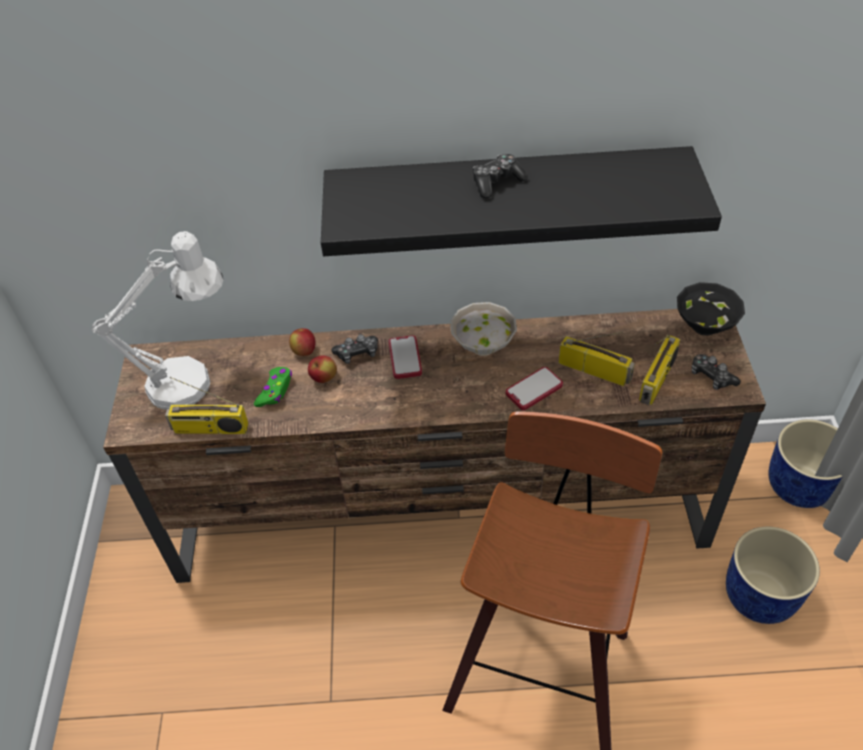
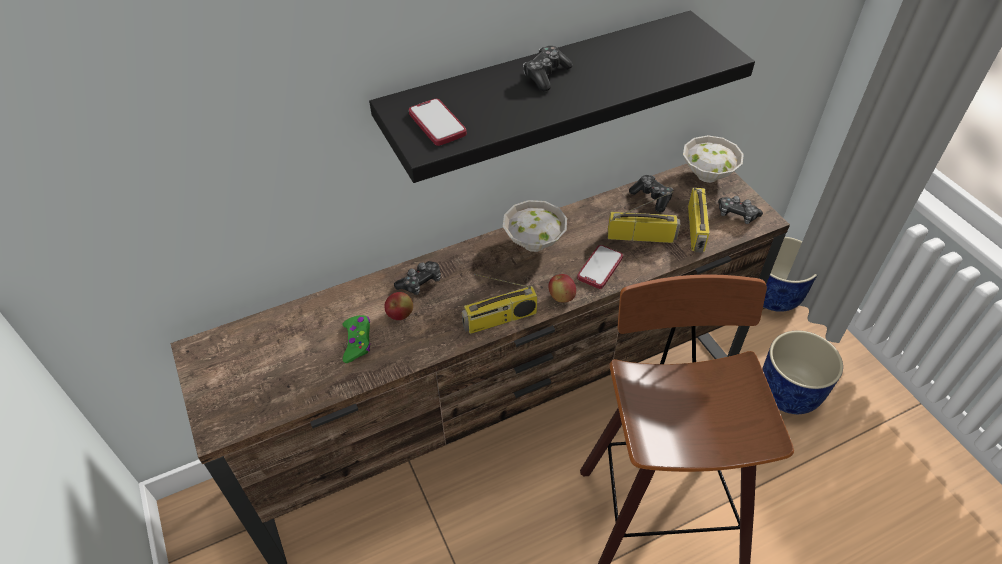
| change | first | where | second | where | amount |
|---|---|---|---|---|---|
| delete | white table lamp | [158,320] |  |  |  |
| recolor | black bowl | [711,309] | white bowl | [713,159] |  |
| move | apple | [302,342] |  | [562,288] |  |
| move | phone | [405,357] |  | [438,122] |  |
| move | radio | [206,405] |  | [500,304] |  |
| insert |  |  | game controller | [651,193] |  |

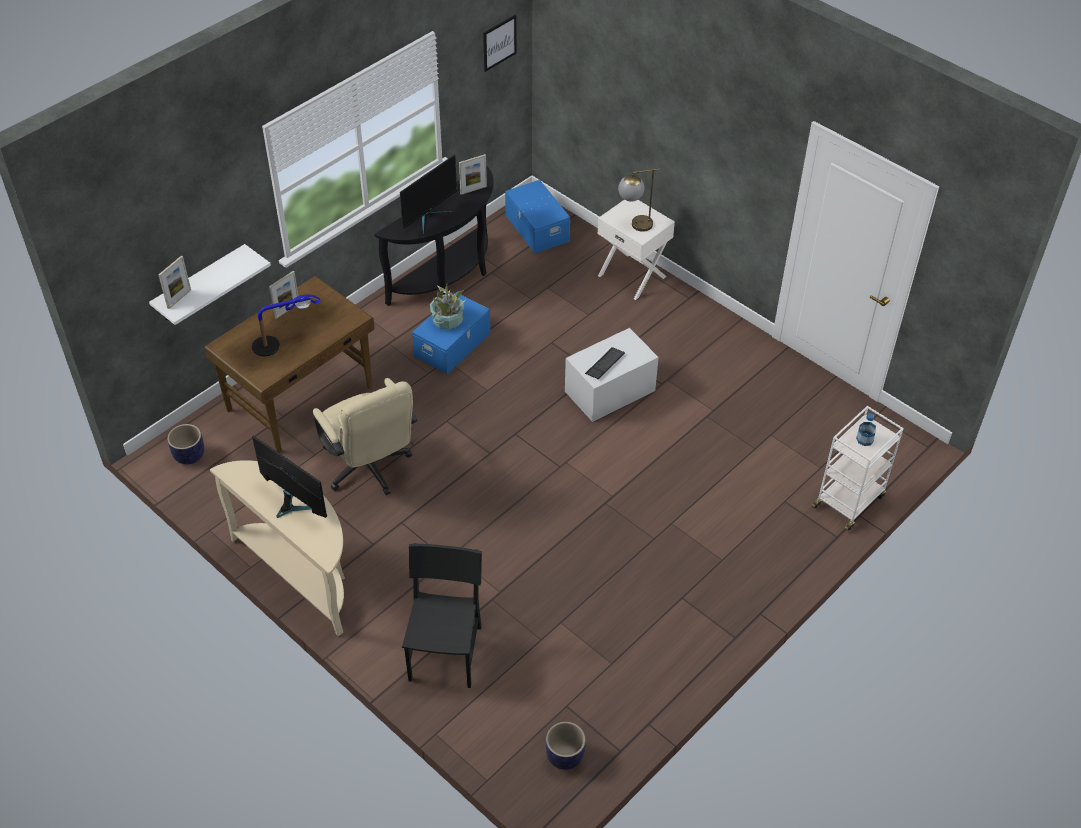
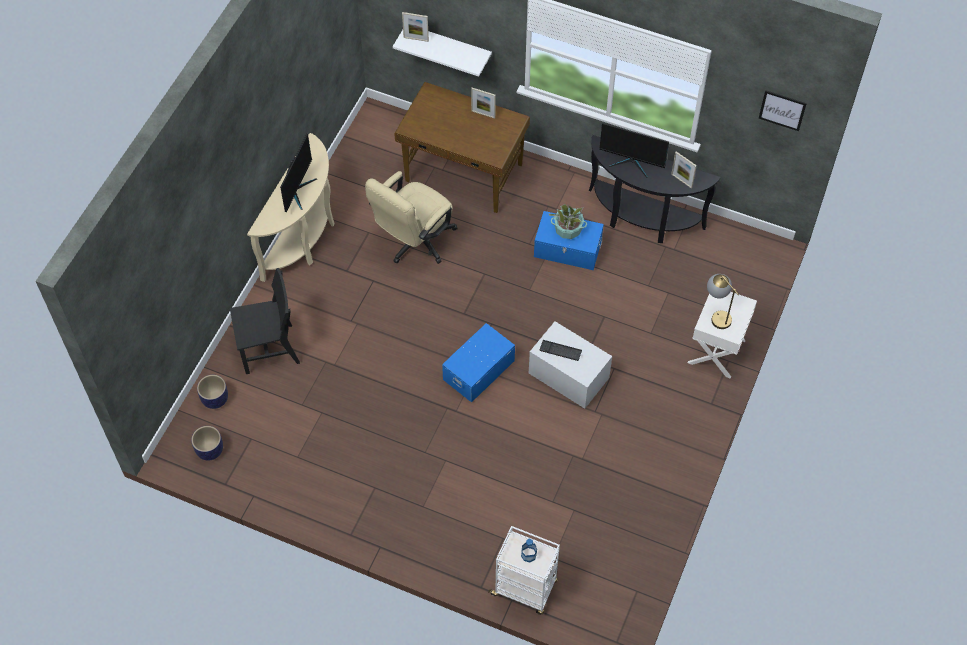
| change | first | where | second | where | amount |
|---|---|---|---|---|---|
| move | blue storage box | [537,216] |  | [478,363] |  |
| delete | table lamp | [286,325] |  |  |  |
| move | planter | [185,444] |  | [212,392] |  |

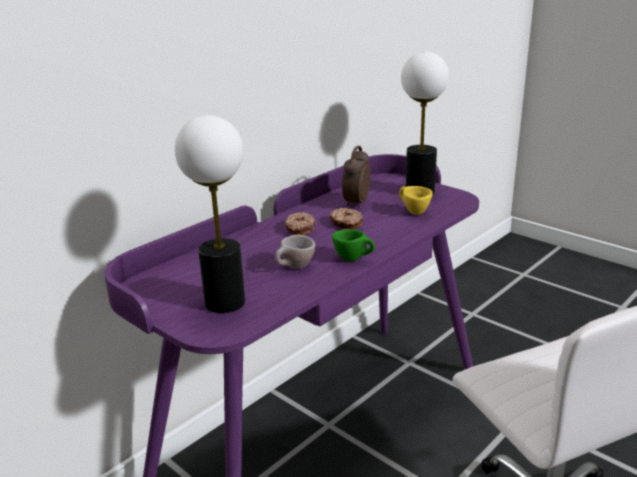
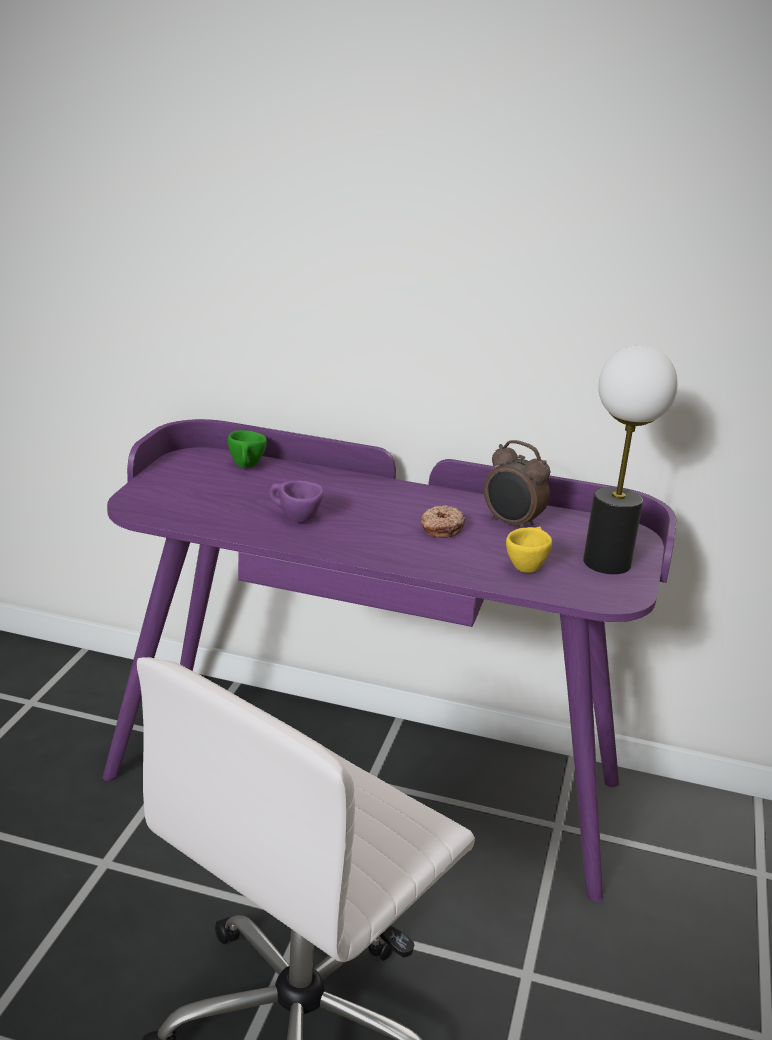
| change | first | where | second | where | amount |
|---|---|---|---|---|---|
| delete | table lamp | [210,214] |  |  |  |
| rotate | alarm clock | [356,177] |  | [517,484] | 135 degrees counterclockwise |
| delete | donut | [300,223] |  |  |  |
| move | green cup | [353,245] |  | [247,449] |  |
| recolor | beige cup | [295,252] | purple cup | [296,501] |  |

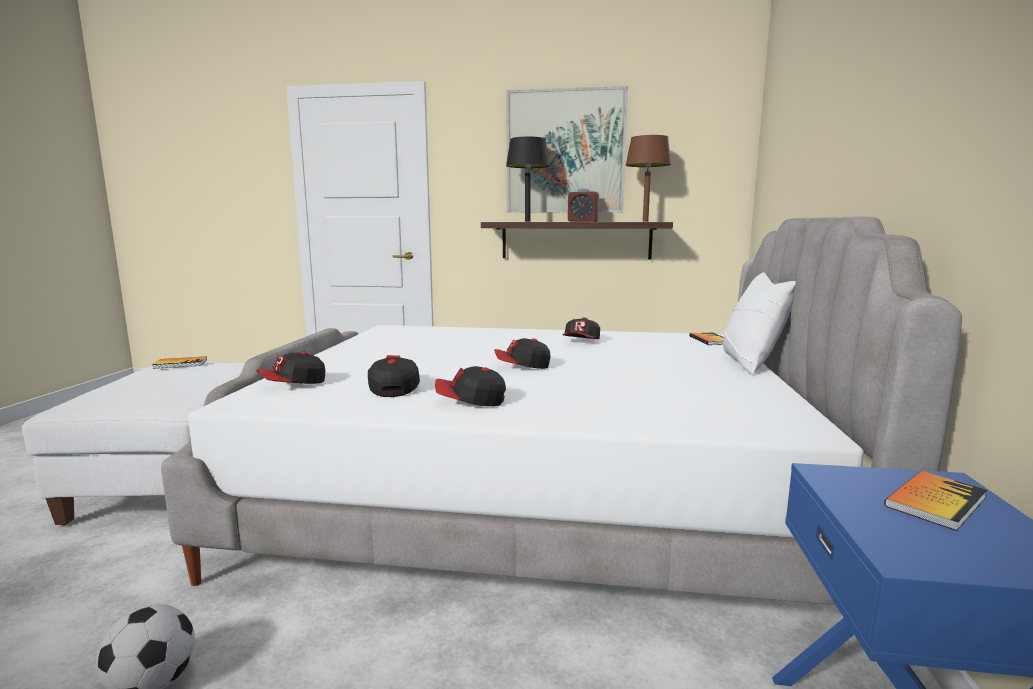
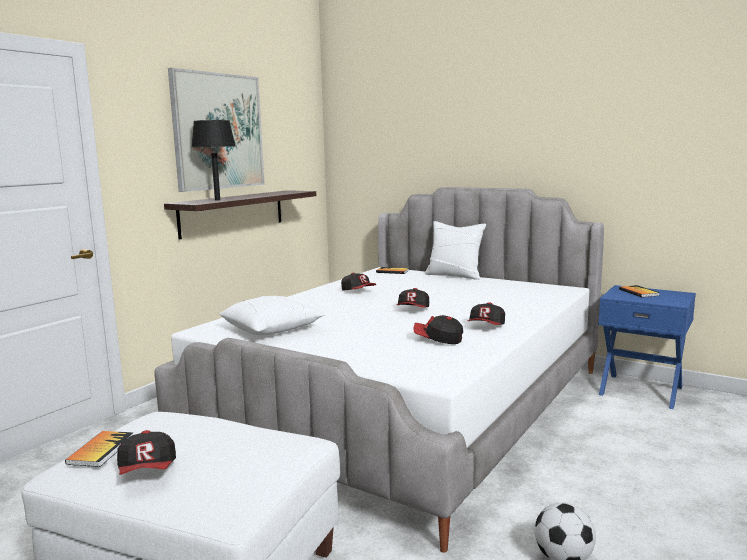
| change | first | where | second | where | amount |
|---|---|---|---|---|---|
| delete | brown table lamp | [648,178] |  |  |  |
| delete | alarm clock | [583,205] |  |  |  |
| move | cap | [290,368] |  | [146,452] |  |
| insert |  |  | white pillow | [272,316] |  |

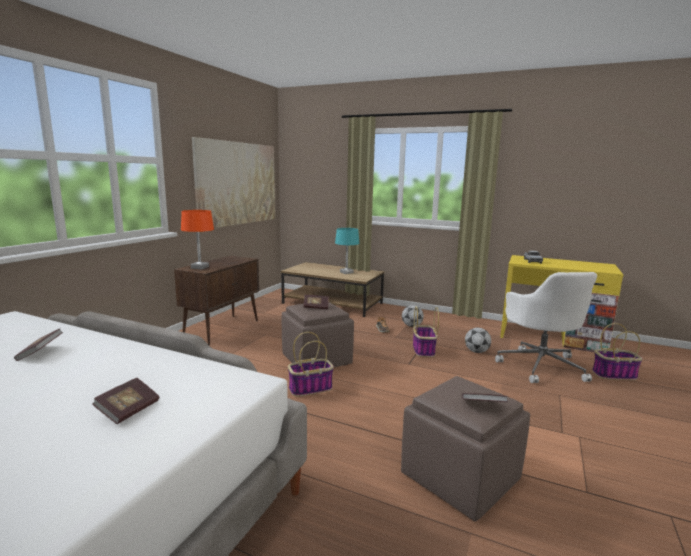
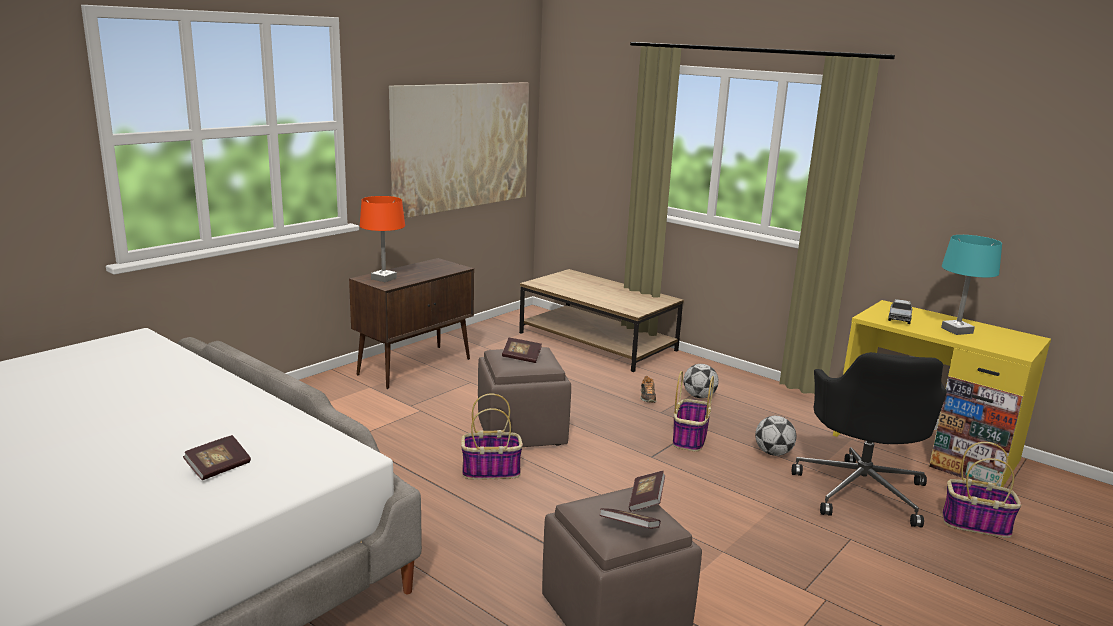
| change | first | where | second | where | amount |
|---|---|---|---|---|---|
| move | turquoise table lamp | [347,251] |  | [971,285] |  |
| recolor | white office chair | [546,327] | black office chair | [869,440] |  |
| move | book | [38,344] |  | [647,491] |  |

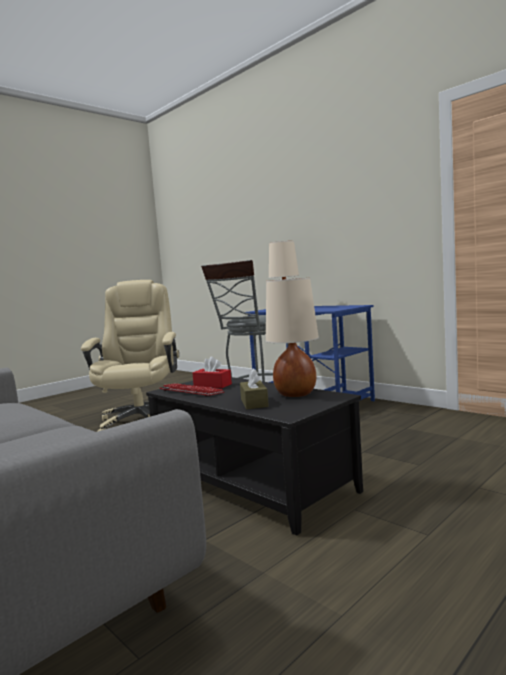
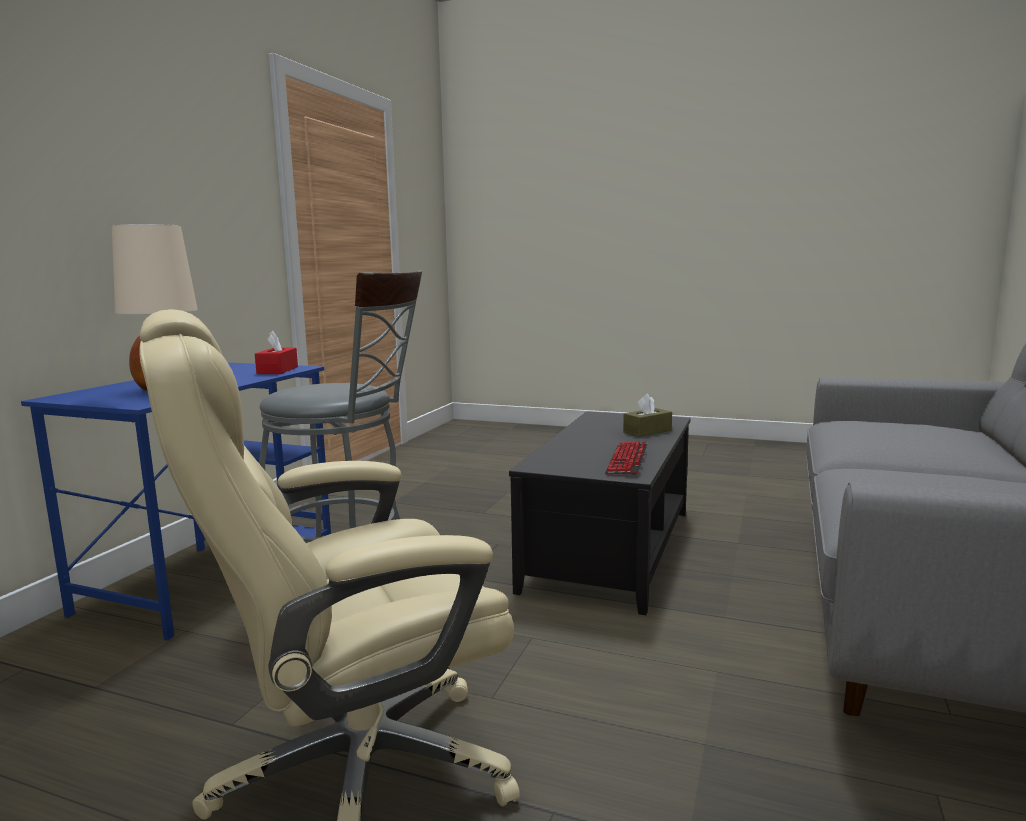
| change | first | where | second | where | amount |
|---|---|---|---|---|---|
| delete | beige table lamp | [292,337] |  |  |  |
| move | red tissue box | [212,372] |  | [276,352] |  |

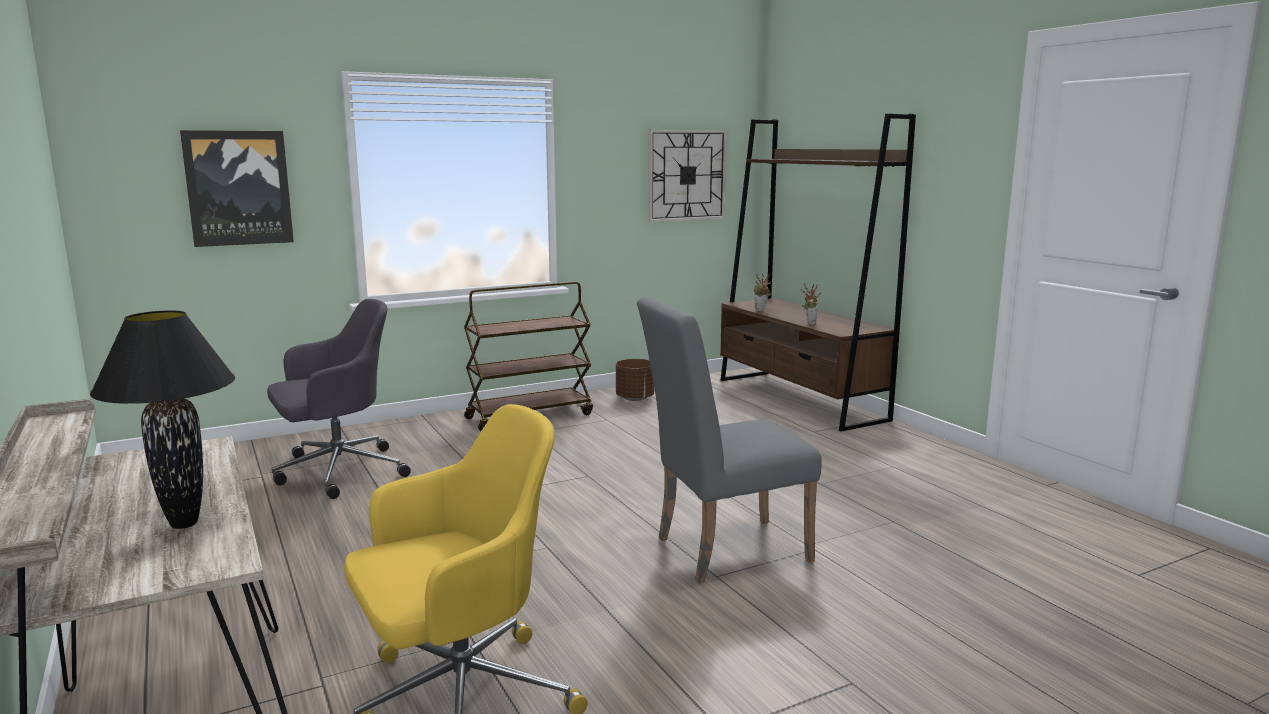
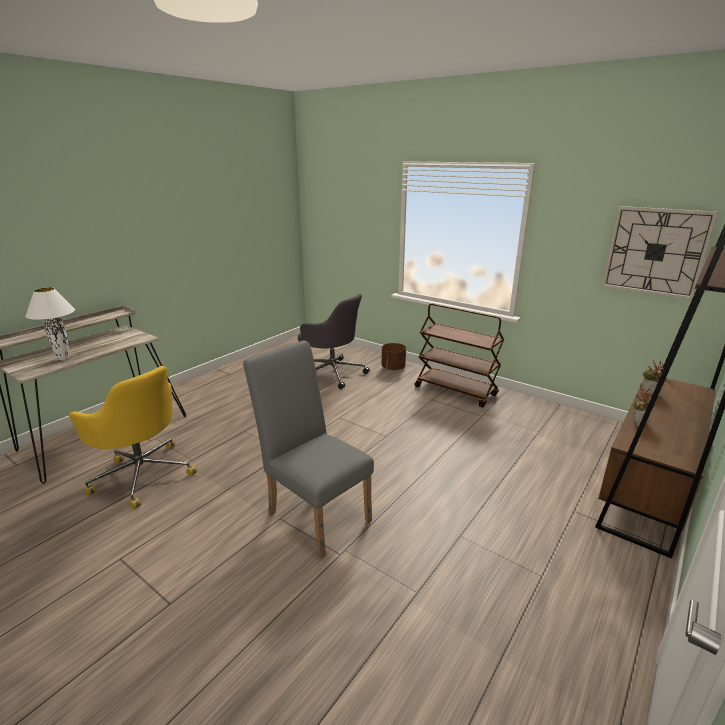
| change | first | where | second | where | amount |
|---|---|---|---|---|---|
| delete | picture | [237,188] |  |  |  |
| recolor | black table lamp | [162,420] | white table lamp | [50,323] |  |
| move | brown planter | [635,380] |  | [394,357] |  |

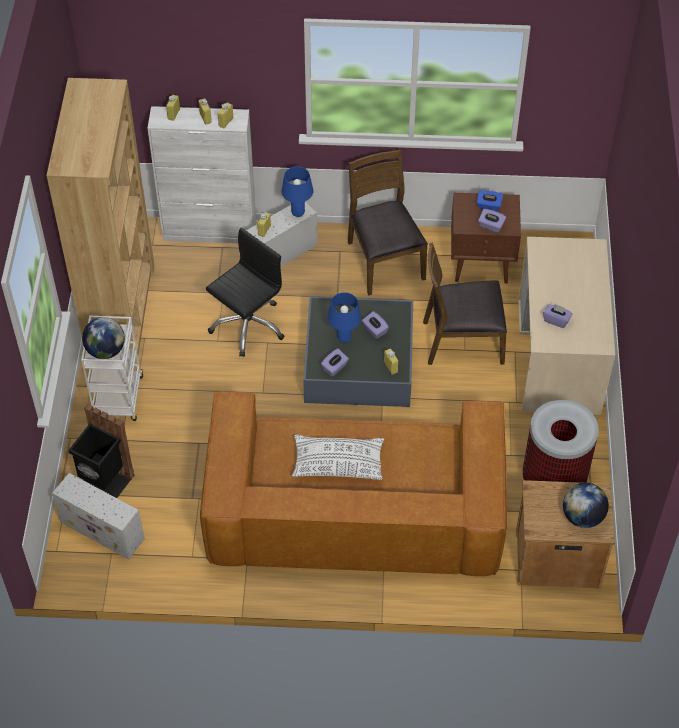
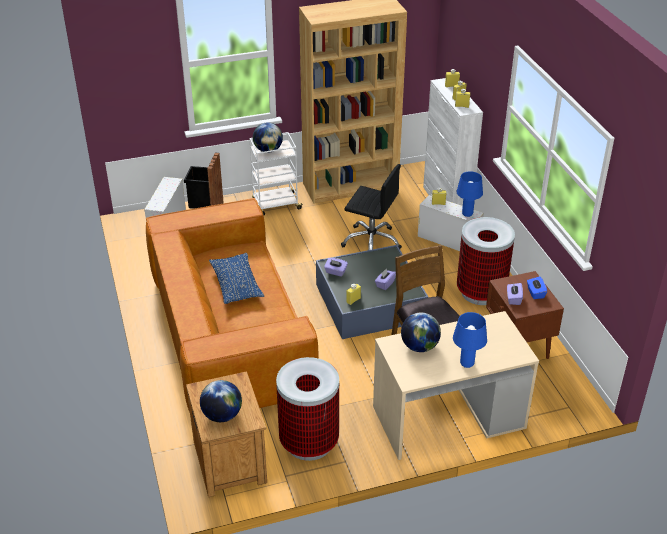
| change | first | where | second | where | amount |
|---|---|---|---|---|---|
| replace | brown chair | [388,222] | trash can | [486,261] |  |
| move | blue table lamp | [344,317] |  | [470,340] |  |
| replace | purple tissue box | [558,316] | globe | [421,332] |  |
| recolor | white pillow | [338,457] | blue pillow | [236,278] |  |

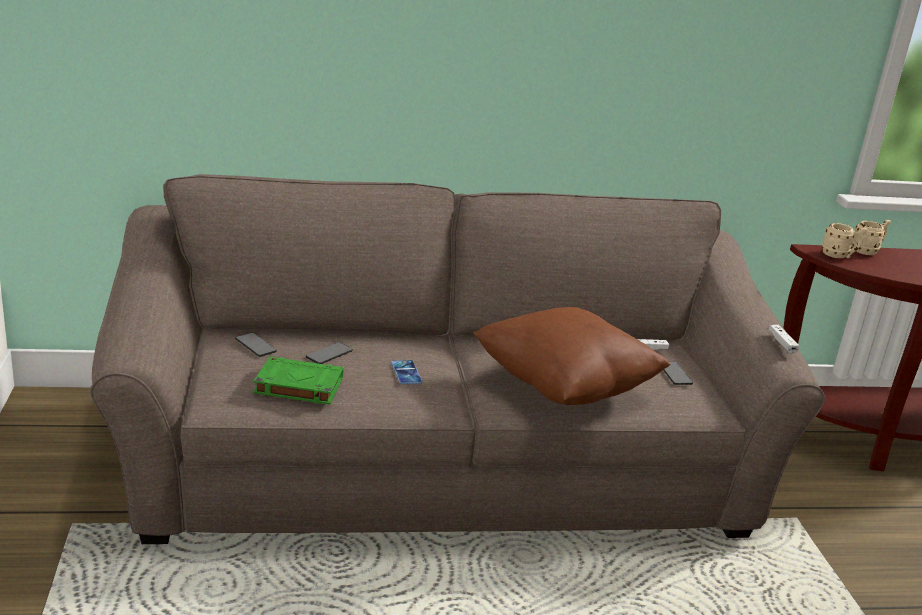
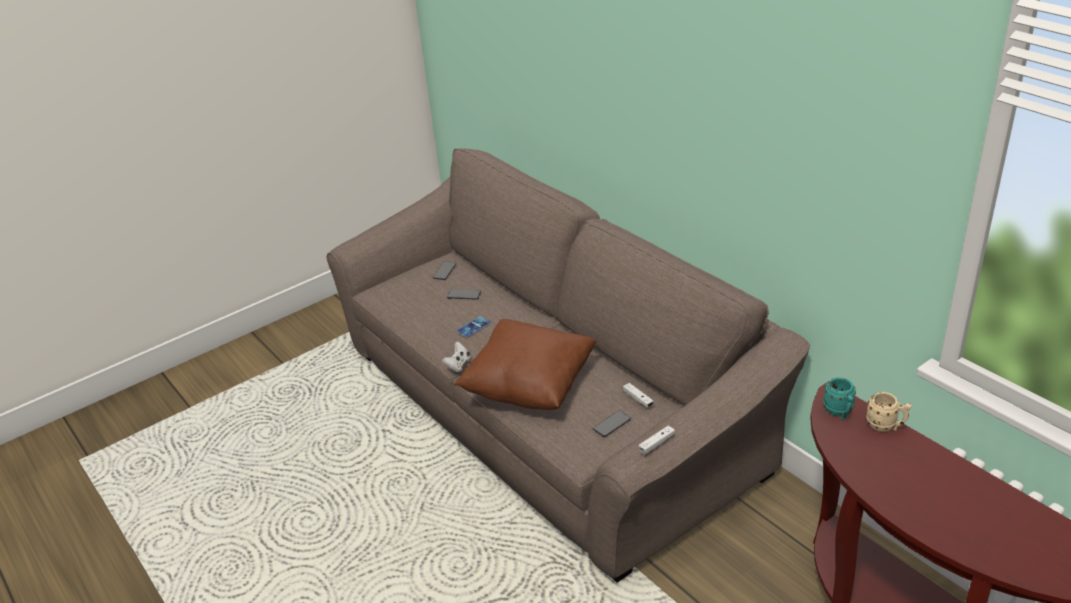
| change | first | where | second | where | amount |
|---|---|---|---|---|---|
| recolor | beige mug | [844,241] | turquoise mug | [839,398] |  |
| delete | green book | [298,381] |  |  |  |
| insert |  |  | white game controller | [456,356] |  |

